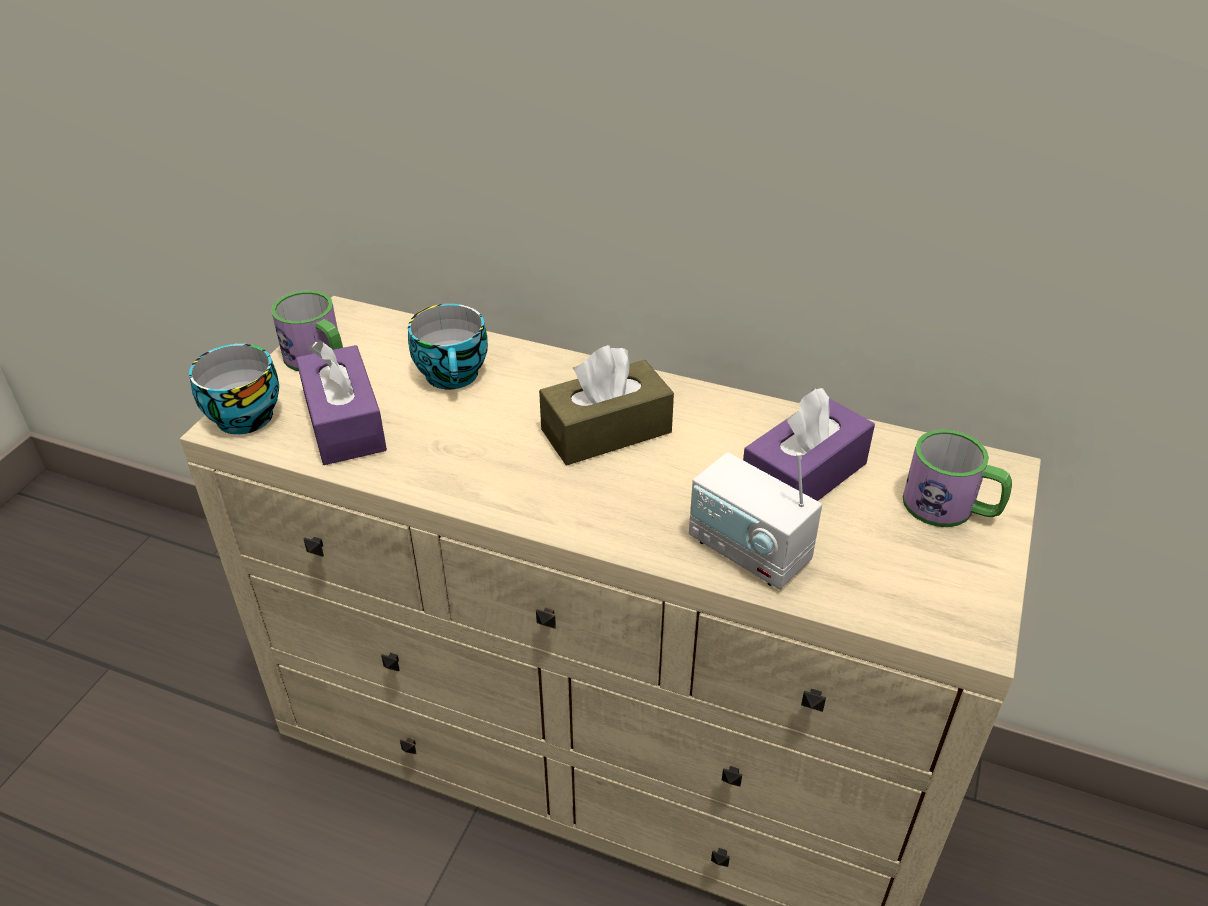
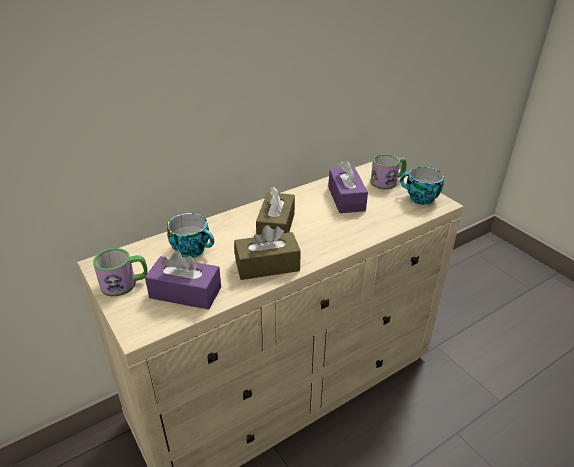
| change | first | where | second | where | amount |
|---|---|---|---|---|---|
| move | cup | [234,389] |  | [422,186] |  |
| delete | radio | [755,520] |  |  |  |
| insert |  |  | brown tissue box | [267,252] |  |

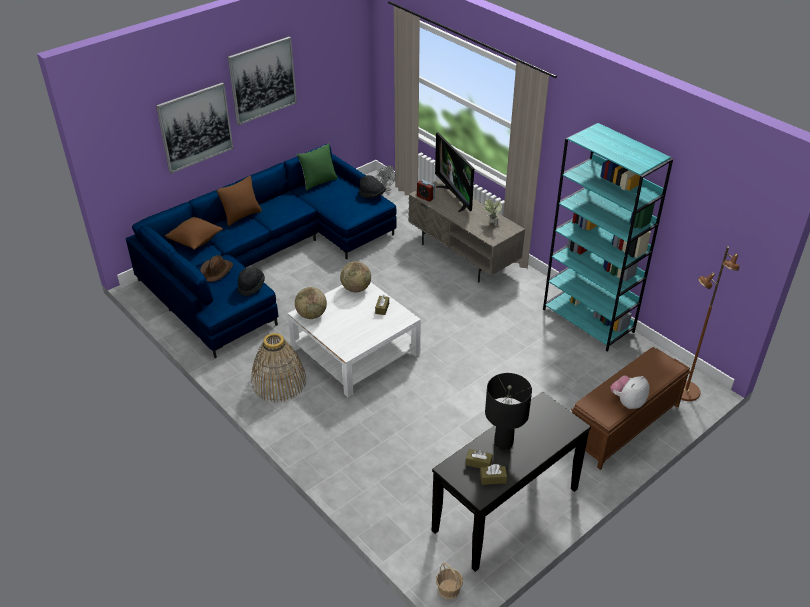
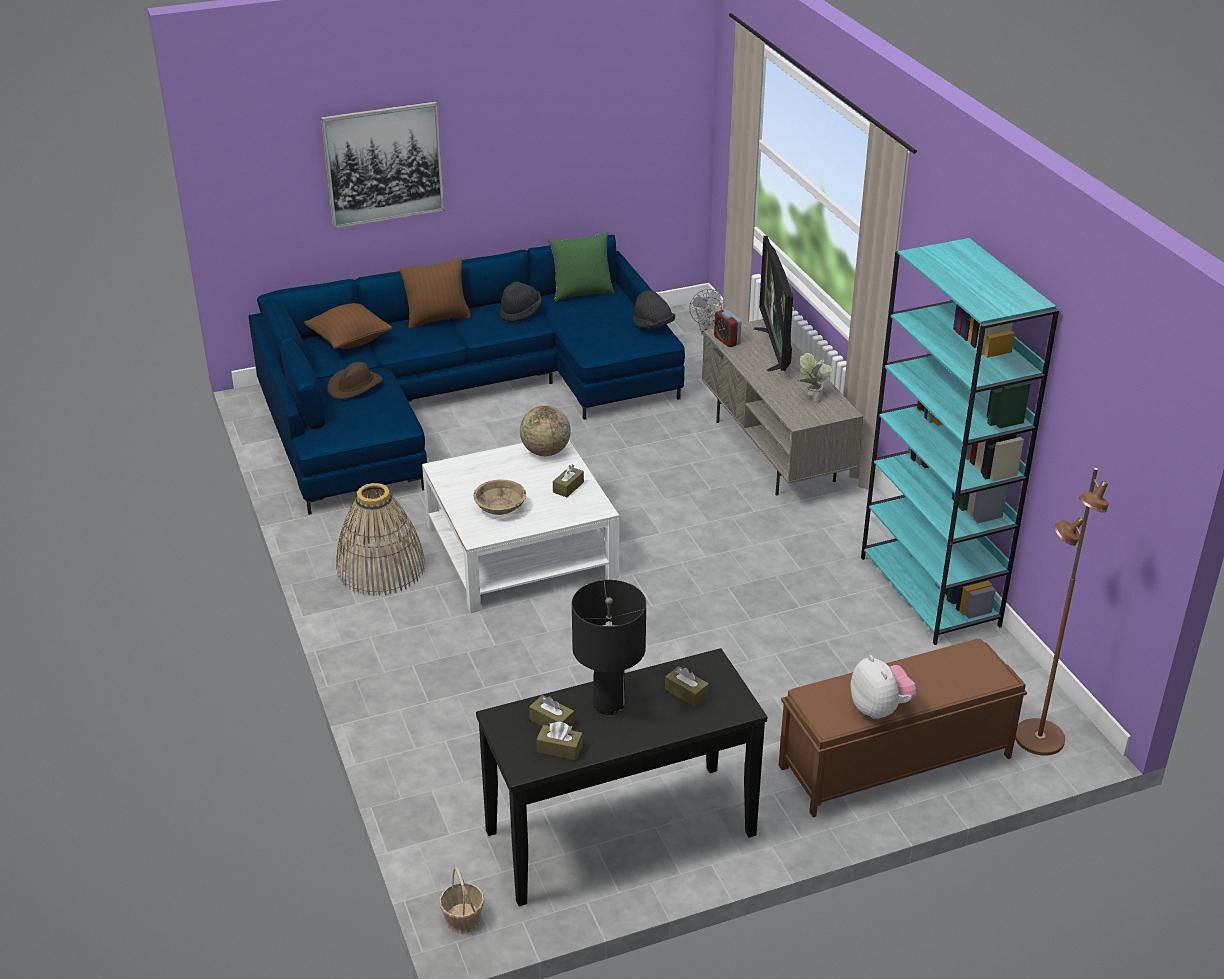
| change | first | where | second | where | amount |
|---|---|---|---|---|---|
| delete | picture | [262,80] |  |  |  |
| move | black hat | [251,282] |  | [521,301] |  |
| delete | globe | [311,303] |  |  |  |
| rotate | plush toy | [630,392] |  | [883,687] | 90 degrees clockwise |
| insert |  |  | beige bowl | [499,497] |  |
| insert |  |  | brown tissue box | [687,686] |  |

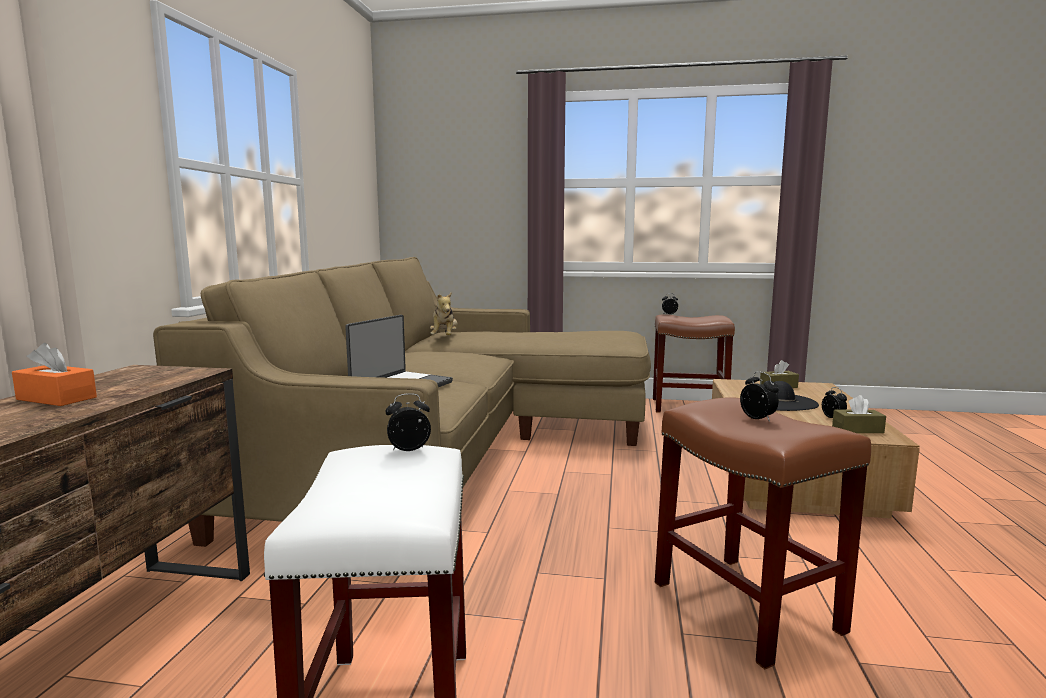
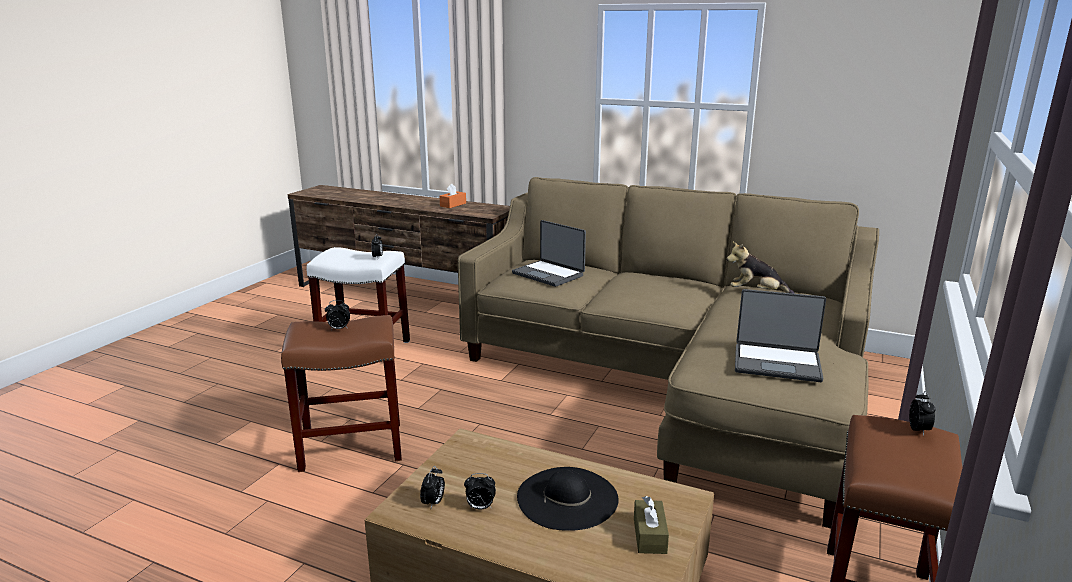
| change | first | where | second | where | amount |
|---|---|---|---|---|---|
| replace | brown tissue box | [859,414] | alarm clock | [432,487] |  |
| insert |  |  | laptop | [780,335] |  |

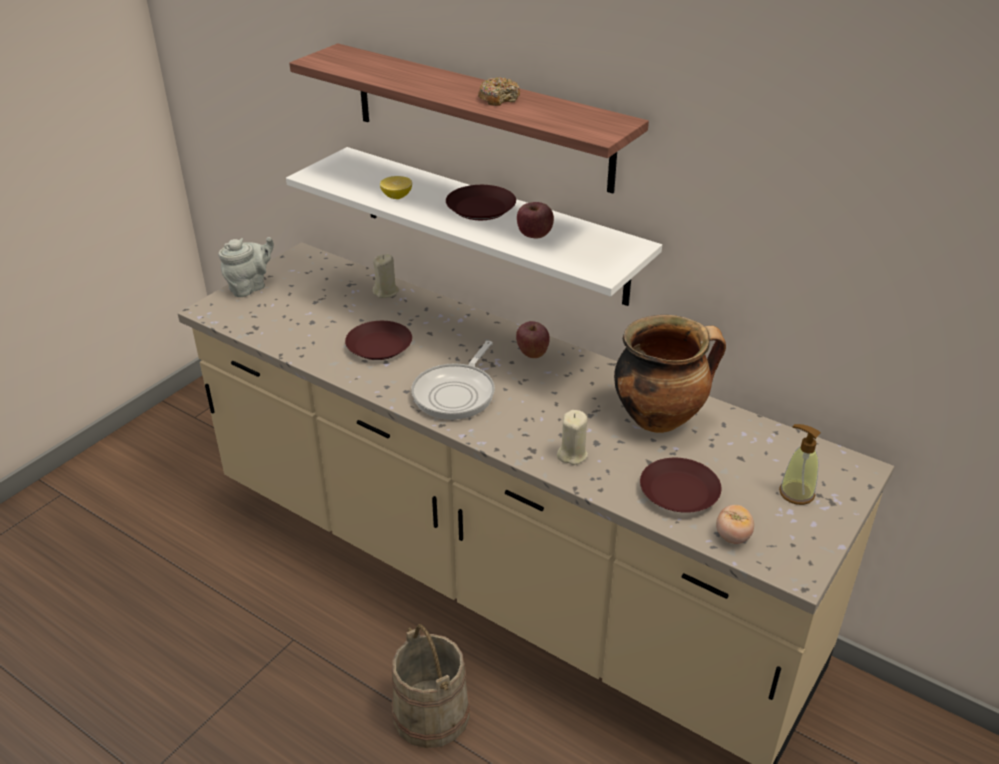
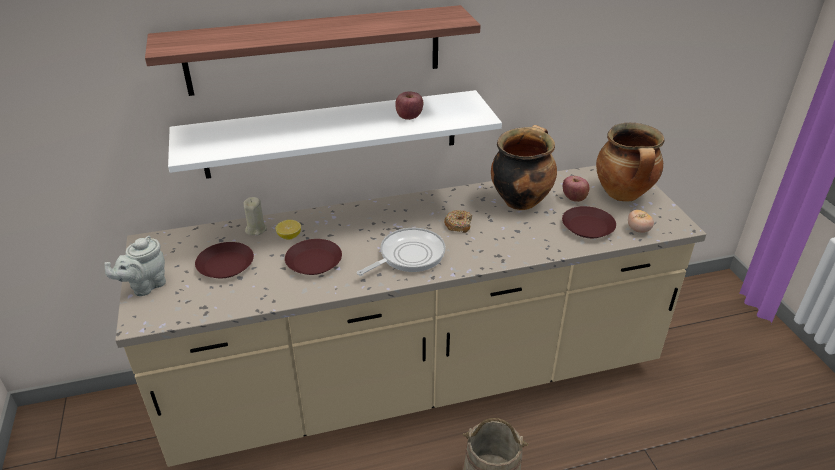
| change | first | where | second | where | amount |
|---|---|---|---|---|---|
| move | donut | [499,91] |  | [458,221] |  |
| move | lemon | [396,187] |  | [288,230] |  |
| move | brown plate | [481,202] |  | [224,260] |  |
| rotate | grey teapot | [246,267] |  | [135,266] | 135 degrees counterclockwise |
| move | apple | [533,339] |  | [576,189] |  |
| rotate | frying pan | [453,380] |  | [401,251] | 105 degrees counterclockwise |
| delete | beige candle | [572,437] |  |  |  |
| replace | soap dispenser | [800,464] | cooking pot | [630,162] |  |

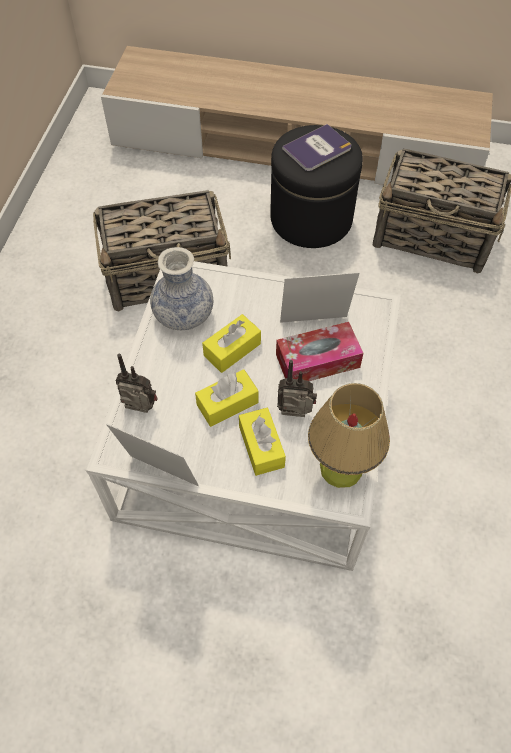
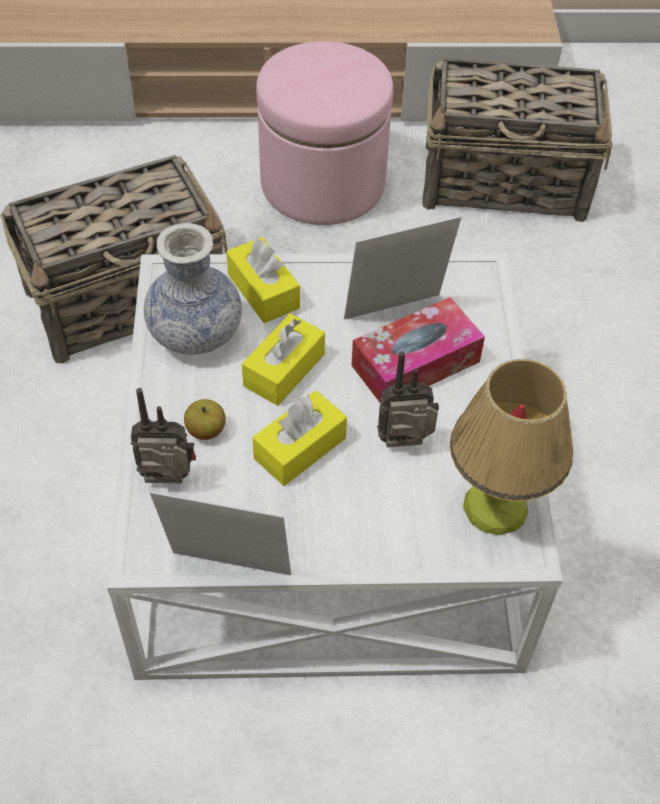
| change | first | where | second | where | amount |
|---|---|---|---|---|---|
| delete | book | [316,147] |  |  |  |
| recolor | black ottoman | [316,186] | pink ottoman | [324,133] |  |
| move | yellow tissue box | [262,442] |  | [263,280] |  |
| insert |  |  | apple | [205,419] |  |

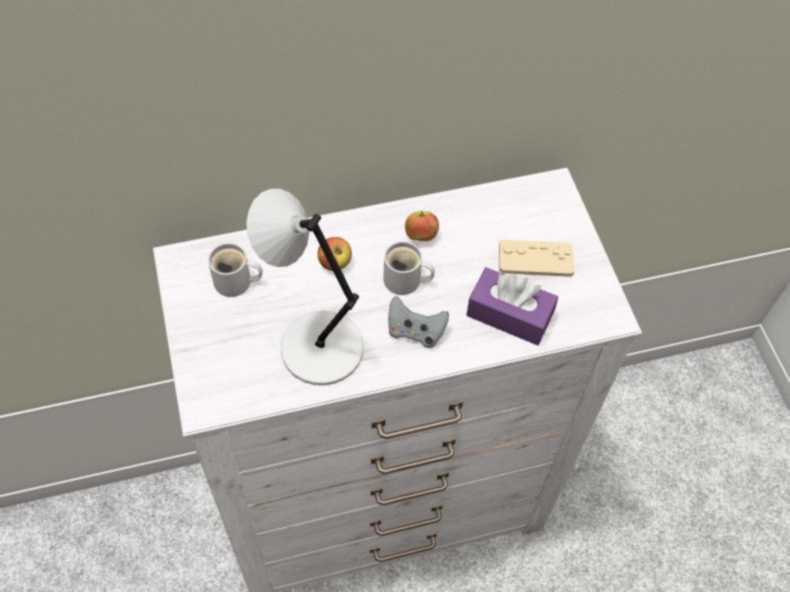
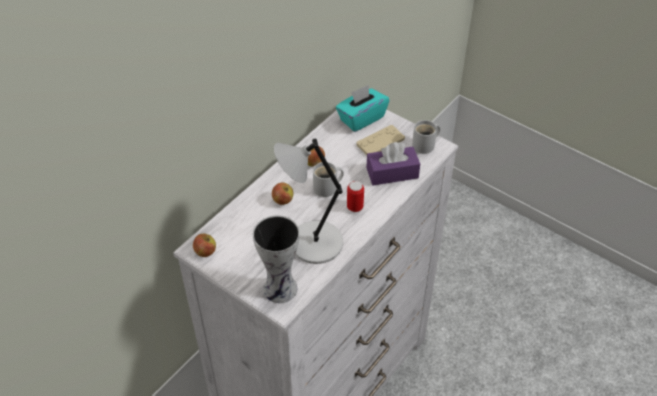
| change | first | where | second | where | amount |
|---|---|---|---|---|---|
| move | white mug | [235,270] |  | [426,137] |  |
| replace | grey game controller | [418,322] | can | [355,196] |  |
| insert |  |  | turquoise tissue box | [362,108] |  |
| insert |  |  | vase | [276,259] |  |
| insert |  |  | apple | [204,245] |  |

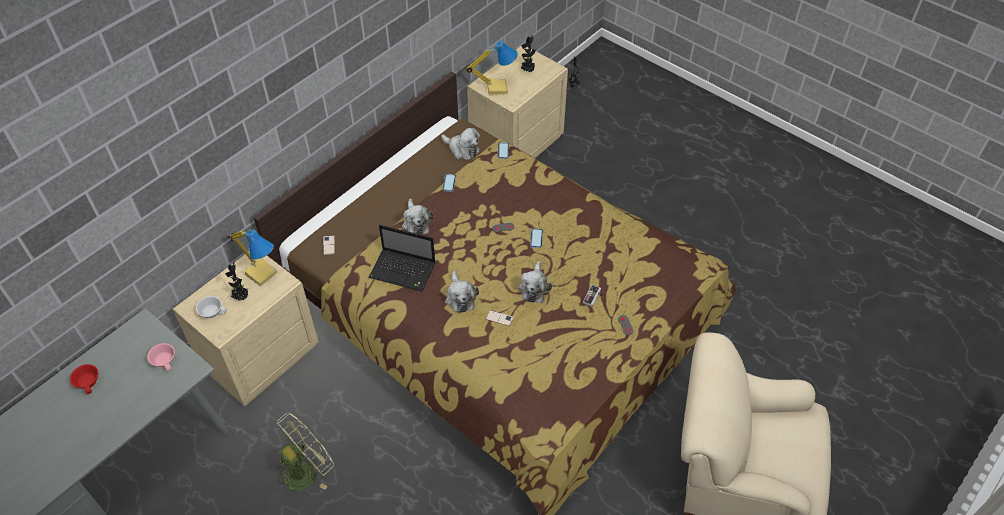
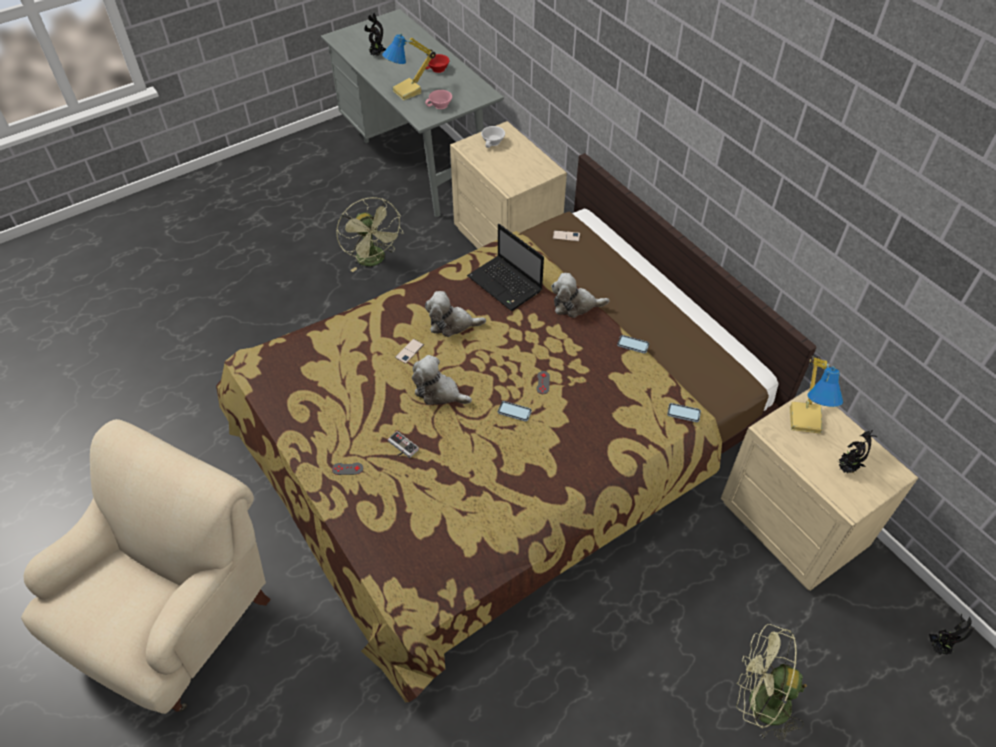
| change | first | where | second | where | amount |
|---|---|---|---|---|---|
| delete | plush toy | [460,144] |  |  |  |
| rotate | laptop | [402,258] |  | [505,267] | 75 degrees counterclockwise |
| move | table lamp | [253,258] |  | [409,66] |  |
| move | potted plant | [237,280] |  | [375,34] |  |
| insert |  |  | green fan | [771,682] |  |

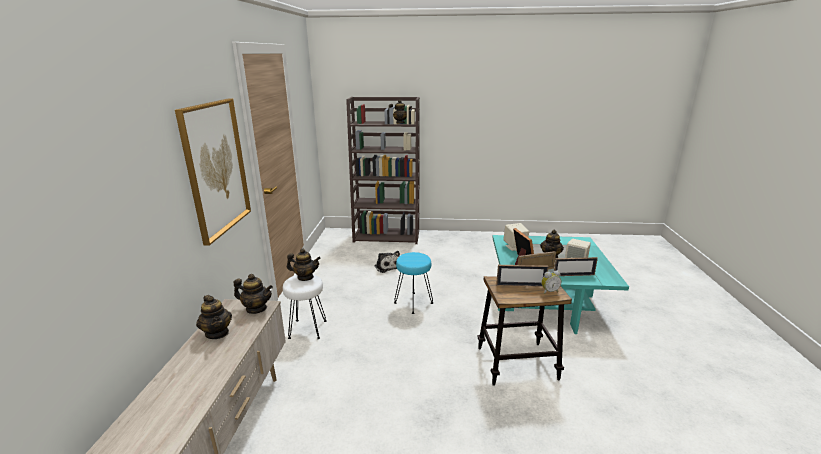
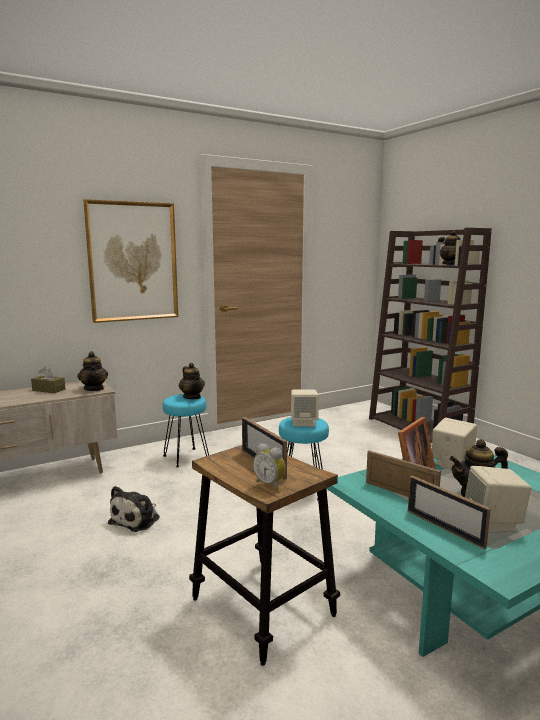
| change | first | where | second | where | amount |
|---|---|---|---|---|---|
| move | plush toy | [387,262] |  | [134,509] |  |
| recolor | white stool | [305,306] | turquoise stool | [186,430] |  |
| replace | teapot | [214,317] | brown tissue box | [48,380] |  |
| insert |  |  | beige speaker | [305,408] |  |

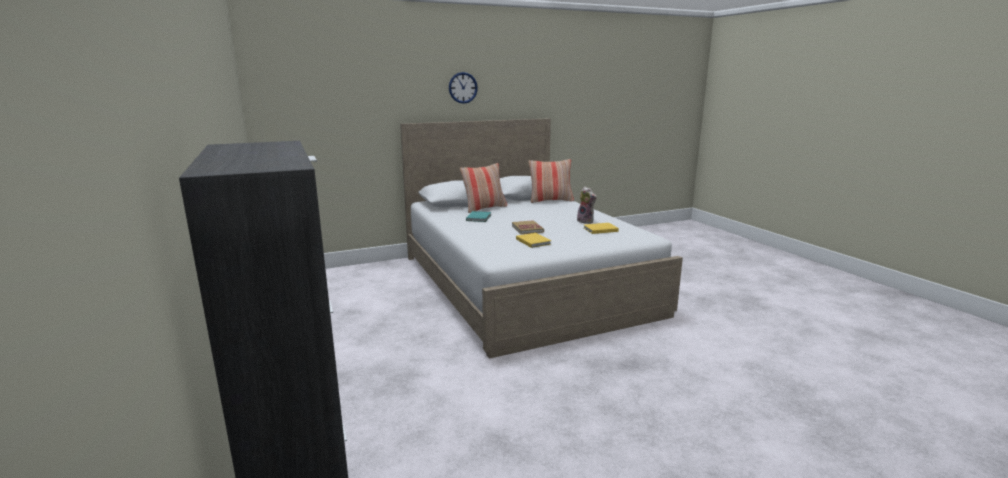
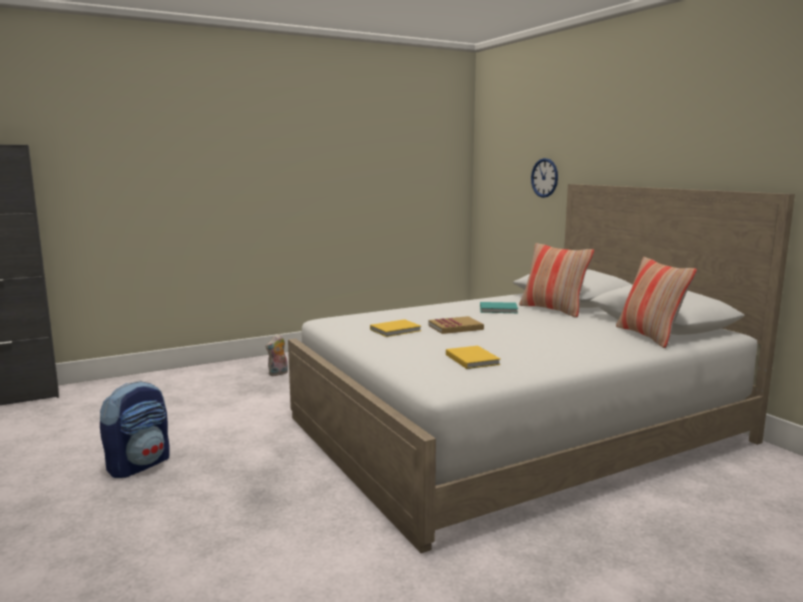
| change | first | where | second | where | amount |
|---|---|---|---|---|---|
| move | wall clock | [463,88] |  | [544,178] |  |
| move | plush toy | [587,205] |  | [276,355] |  |
| insert |  |  | backpack | [135,429] |  |

